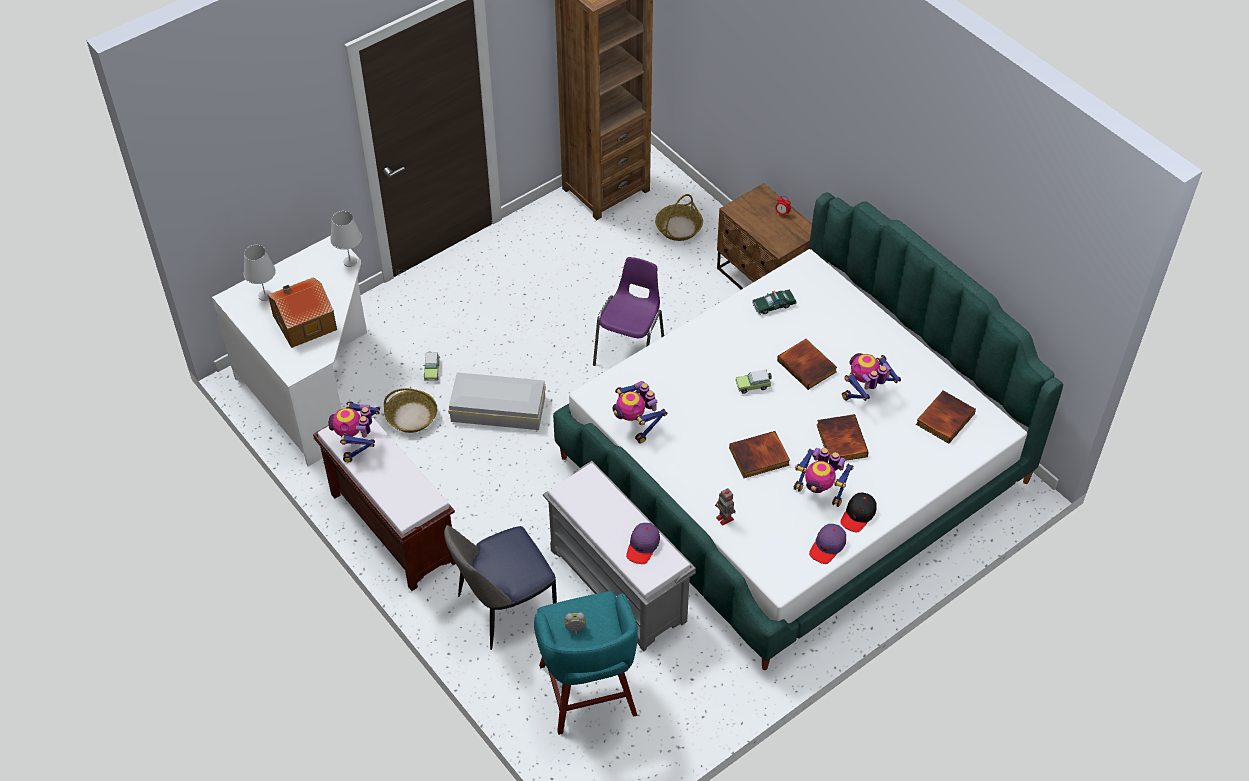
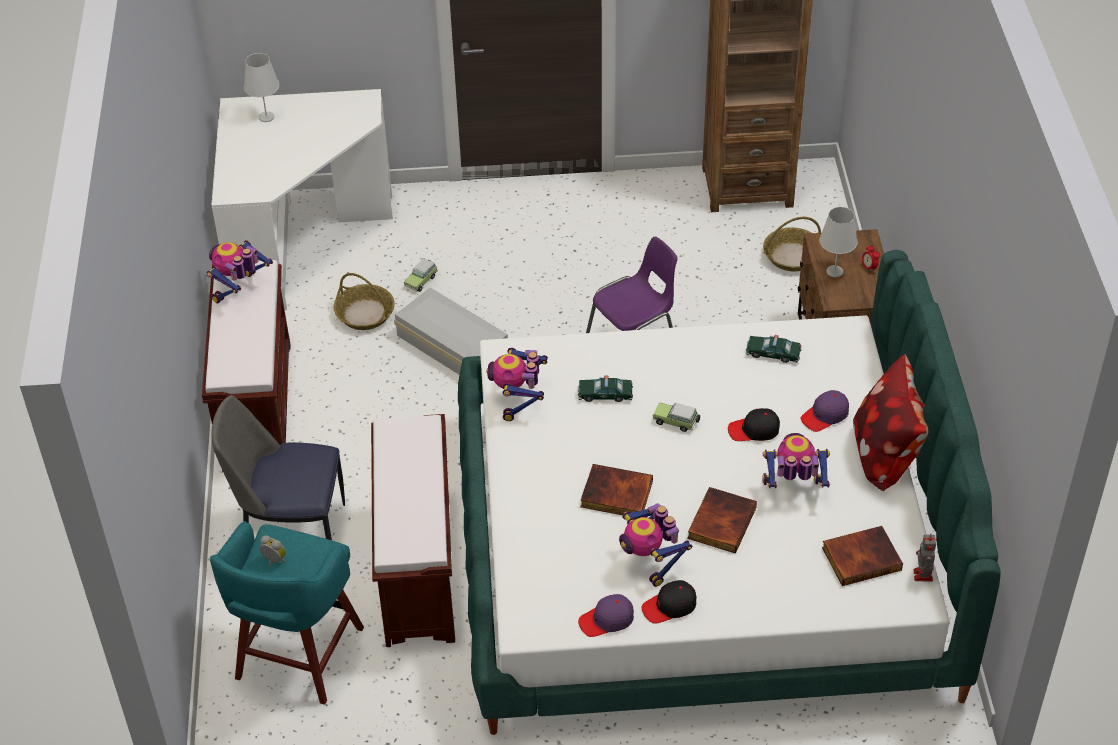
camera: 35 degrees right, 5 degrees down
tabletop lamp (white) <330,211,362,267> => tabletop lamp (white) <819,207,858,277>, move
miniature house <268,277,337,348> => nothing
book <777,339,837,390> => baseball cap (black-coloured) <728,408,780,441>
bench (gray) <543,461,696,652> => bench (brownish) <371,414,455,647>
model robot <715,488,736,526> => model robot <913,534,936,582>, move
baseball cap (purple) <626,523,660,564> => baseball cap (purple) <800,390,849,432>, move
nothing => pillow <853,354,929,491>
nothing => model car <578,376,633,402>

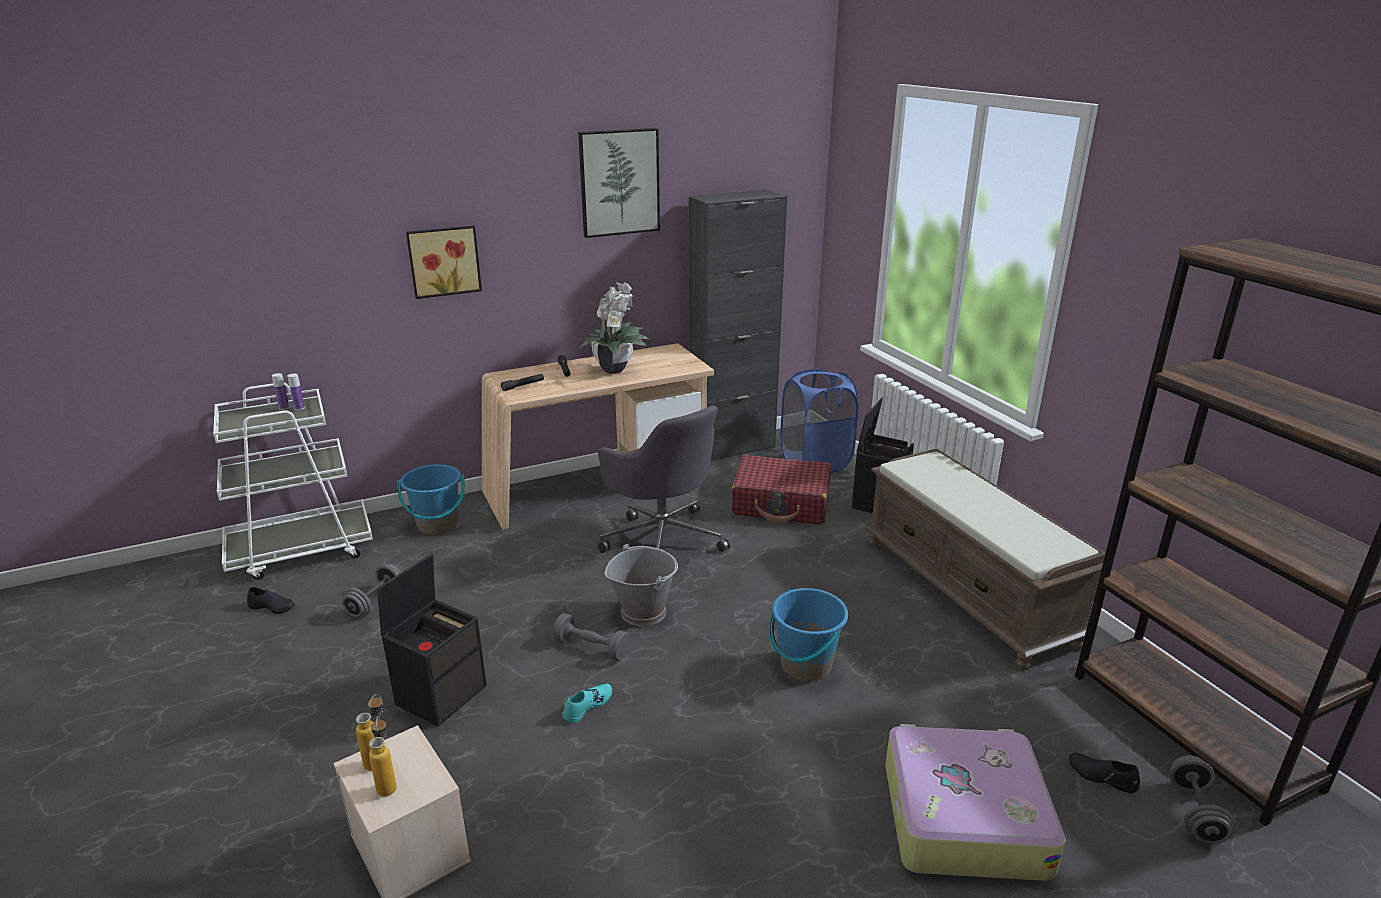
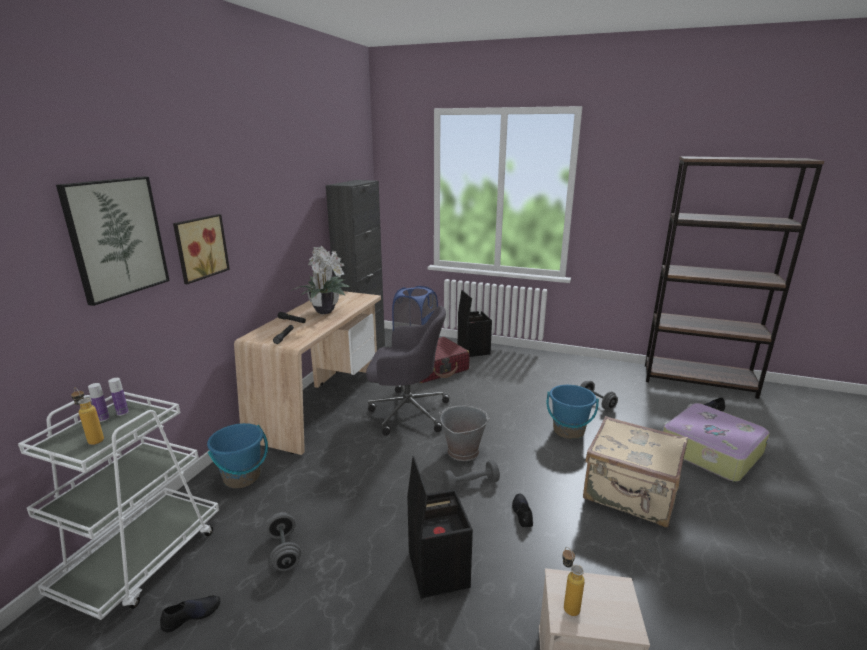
camera: 45 degrees left, 5 degrees down
picture <578,128,660,238> => picture <56,176,170,306>, move
bench (brownish) <865,449,1105,670> => nothing
shoe (turquoise-coloured) <562,683,612,723> => shoe (black-coloured) <512,493,533,527>
drink bottle <369,716,397,797> => drink bottle <71,387,104,445>, move
free weight (gray) <1169,755,1234,844> => free weight (gray) <580,381,618,410>, move
nothing => piece of luggage (sand-coloured) <583,416,688,527>

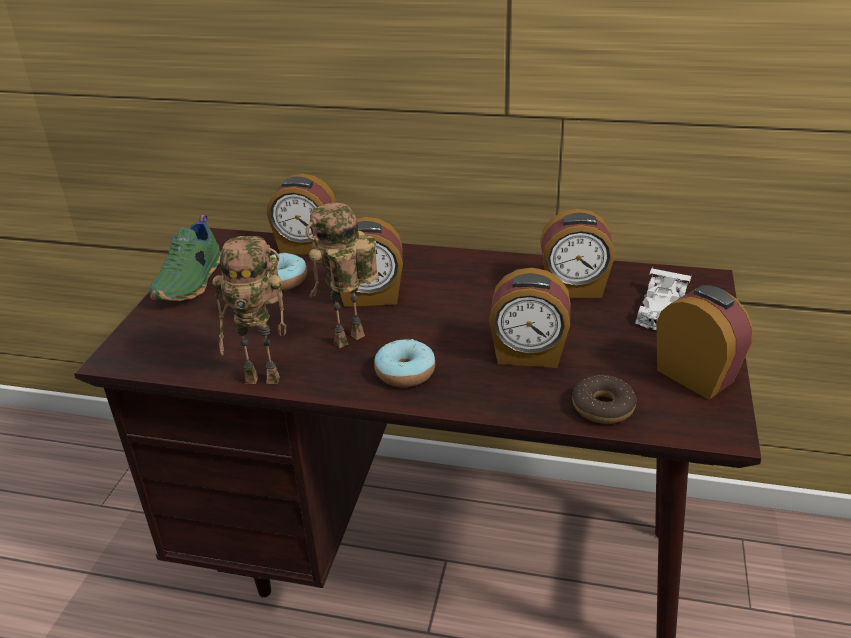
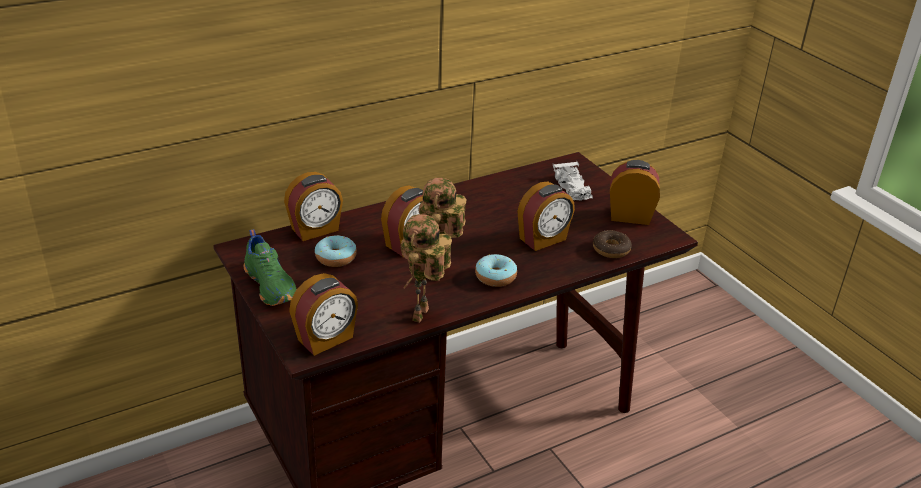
camera: 45 degrees left, 0 degrees up
bedside clock <540,209,615,298> => bedside clock <289,273,358,356>, move
model robot <212,236,286,384> => model robot <401,214,452,323>, 150 degrees clockwise

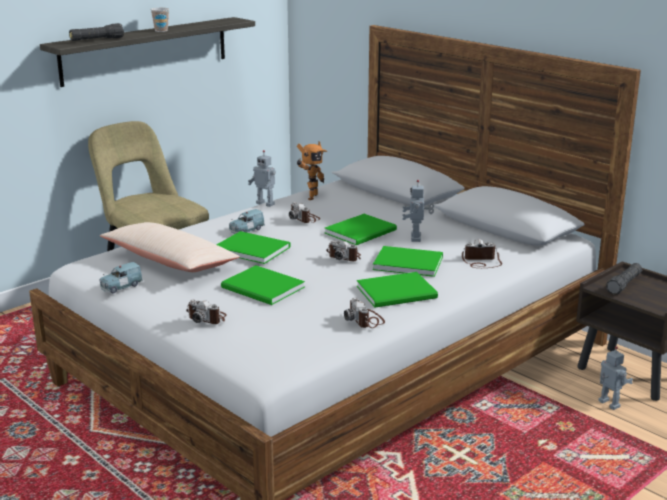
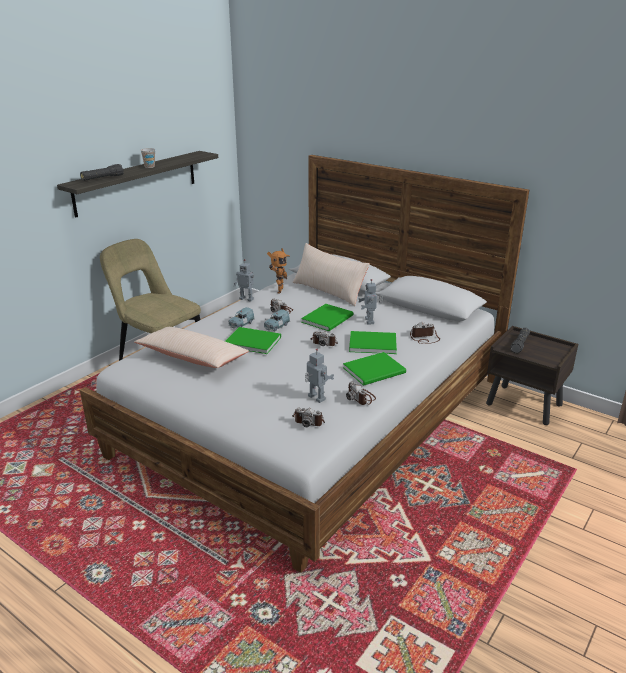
camera: 10 degrees left, 5 degrees up
model car (blue-coloured) <99,262,143,293> => model car (blue-coloured) <264,309,290,331>, move
book (greenish) <221,265,305,305> => nothing
photo camera <186,300,227,324> => photo camera <292,407,325,427>, move
model robot <598,346,633,410> => model robot <305,348,334,403>, move
nothing => pillow (sand-coloured) <292,243,370,306>

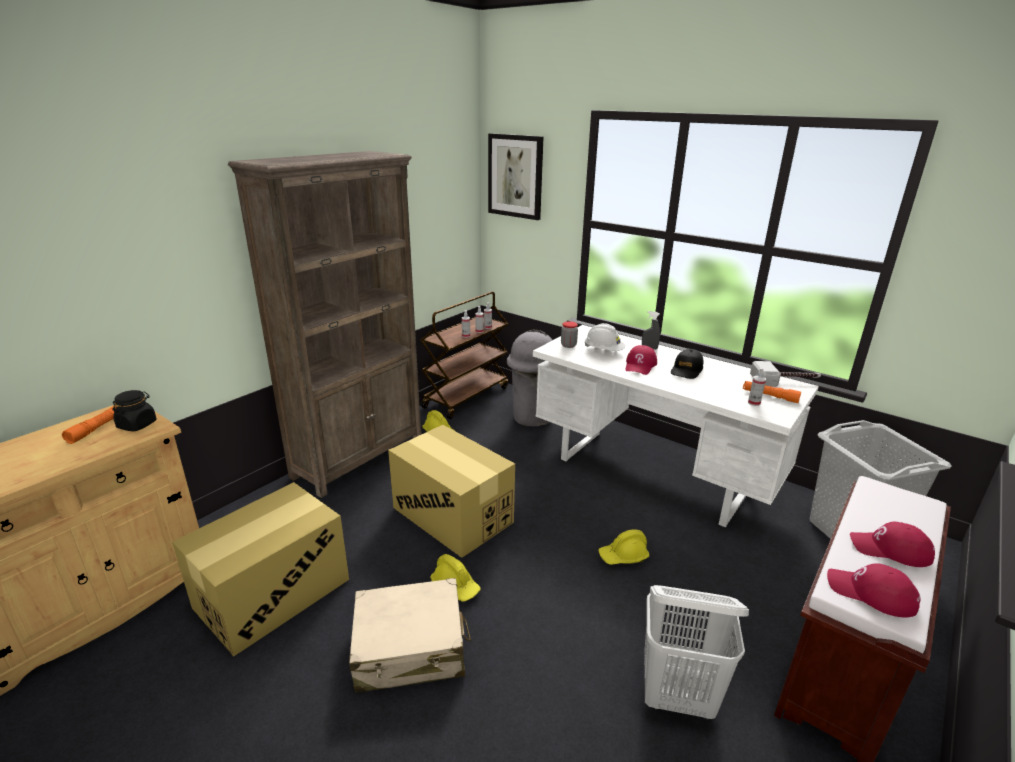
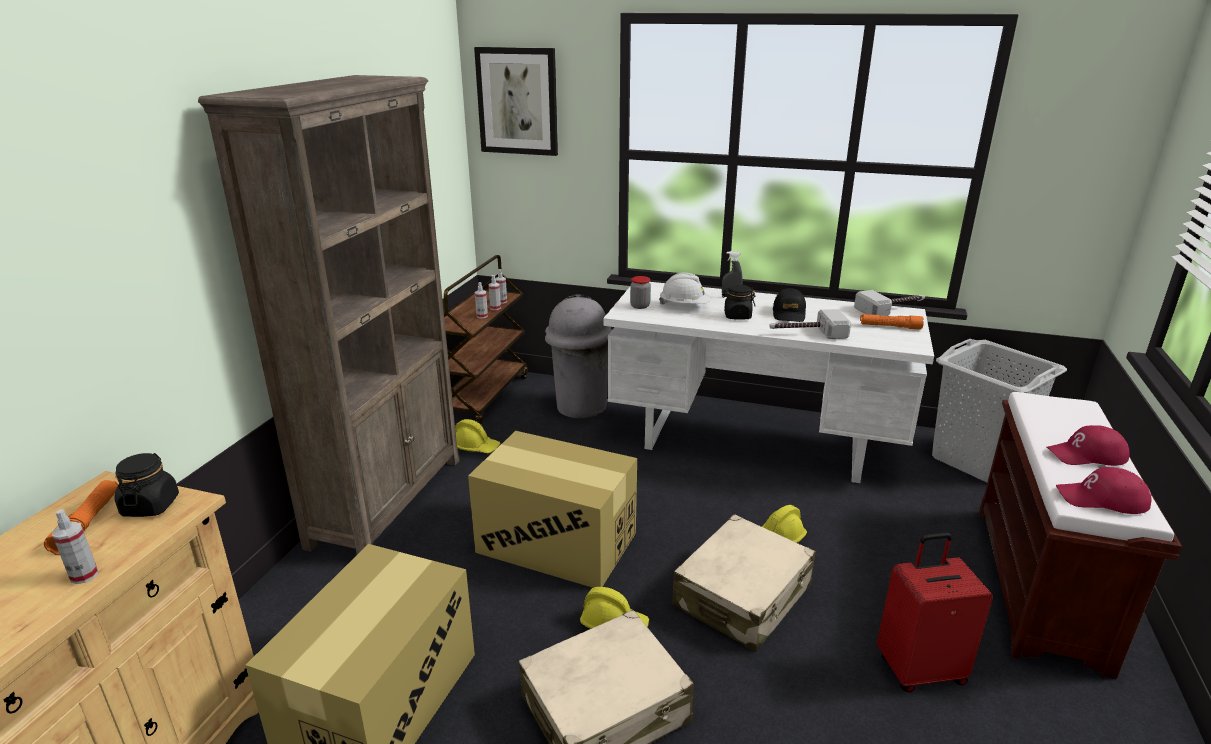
camera: 20 degrees left, 0 degrees up
baseball cap (red) <626,345,657,375> => storage jar (black-coloured) <722,284,756,320>
hand sprayer <748,368,766,406> => hand sprayer <52,509,98,584>, move
washing basket (white) <644,585,749,719> => piece of luggage (red) <877,533,993,692>
nothing => hand hammer <769,309,851,339>
nothing => piece of luggage (sand-coloured) <672,514,816,652>

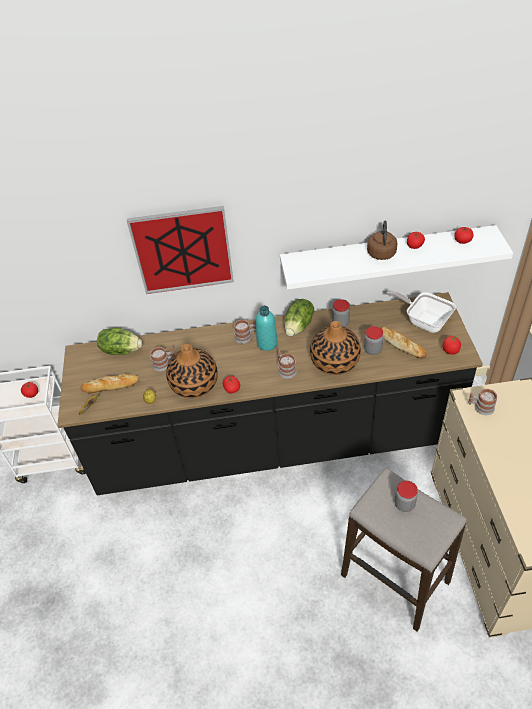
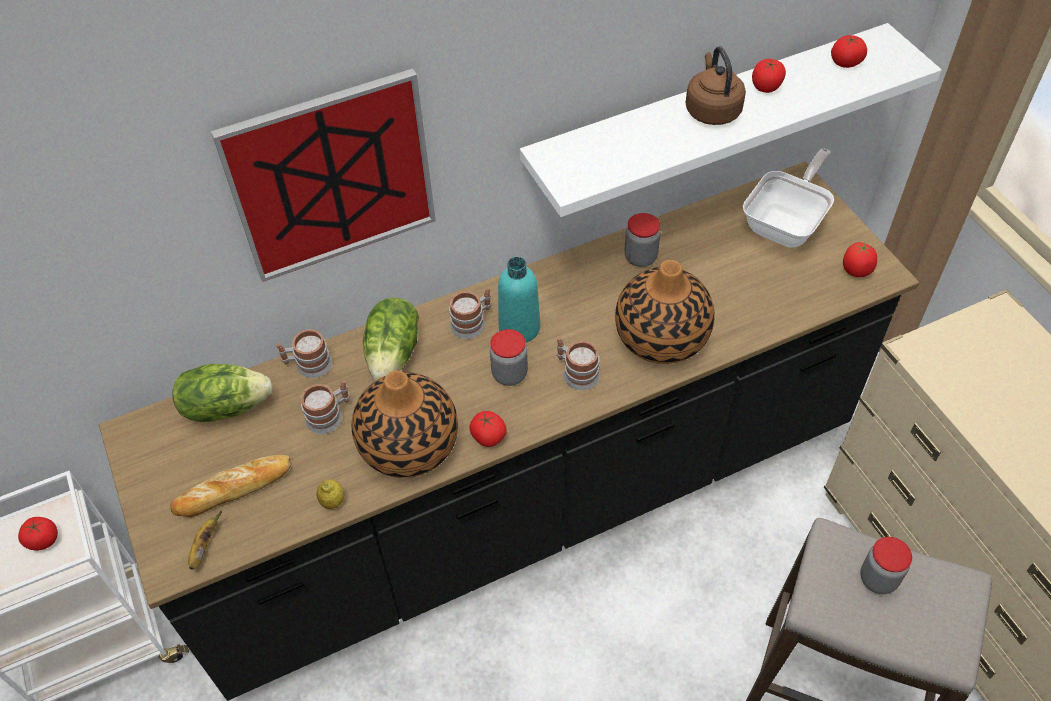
camera: 20 degrees left, 5 degrees up
skillet <387,290,456,333> => skillet <743,149,834,248>, 105 degrees clockwise
lettuce <284,299,314,336> => lettuce <363,298,419,381>, move
storage jar <364,326,384,355> => storage jar <490,329,528,386>, move
bread <381,327,427,358> => nothing
mug <468,389,497,415> => mug <276,330,332,378>, move

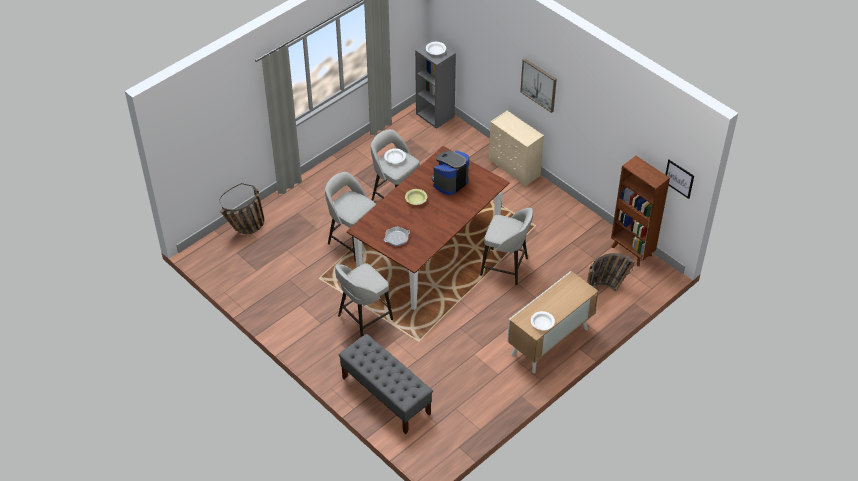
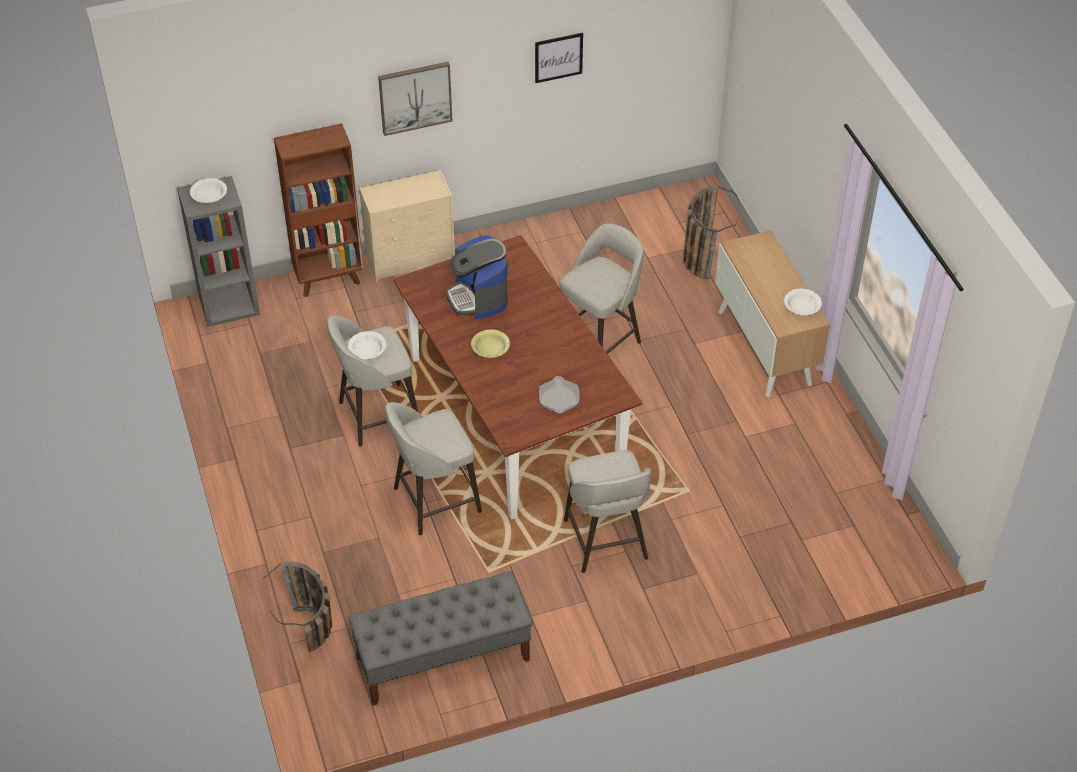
camera: 65 degrees left, 0 degrees up
bookshelf (brownish) <611,156,670,266> => bookshelf (brownish) <274,123,364,297>, move
picture <665,160,694,199> => picture <535,33,583,83>, move
bench (gray) <339,334,433,434> => bench (gray) <348,571,533,705>, move

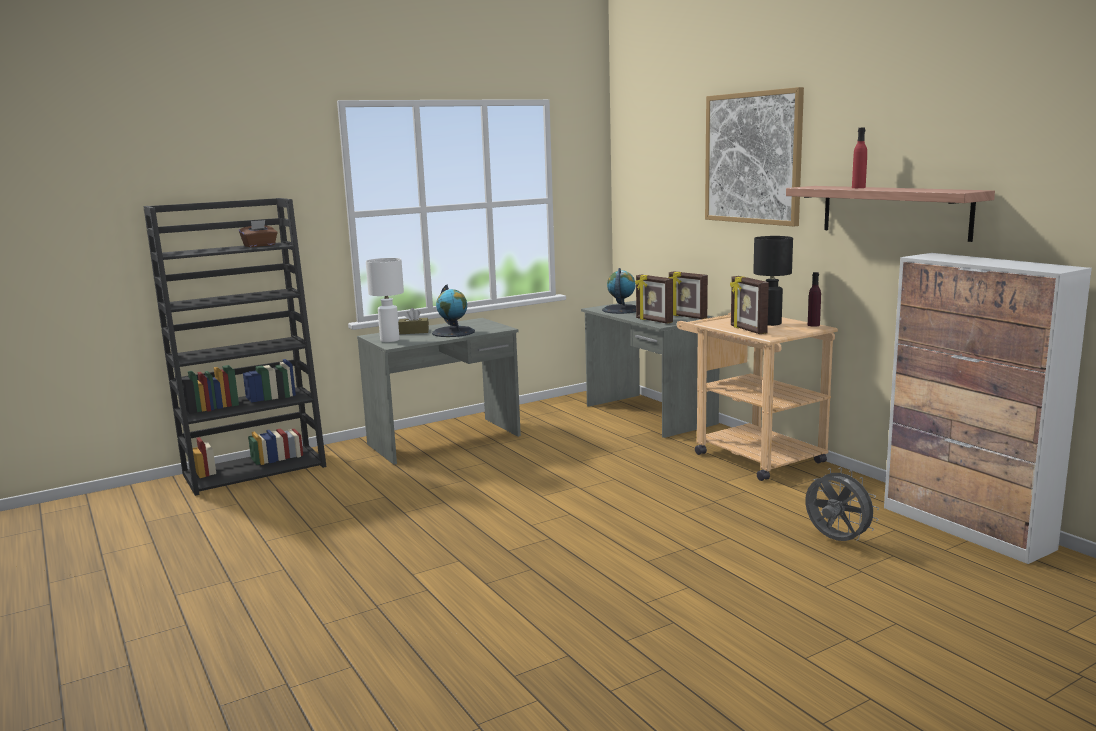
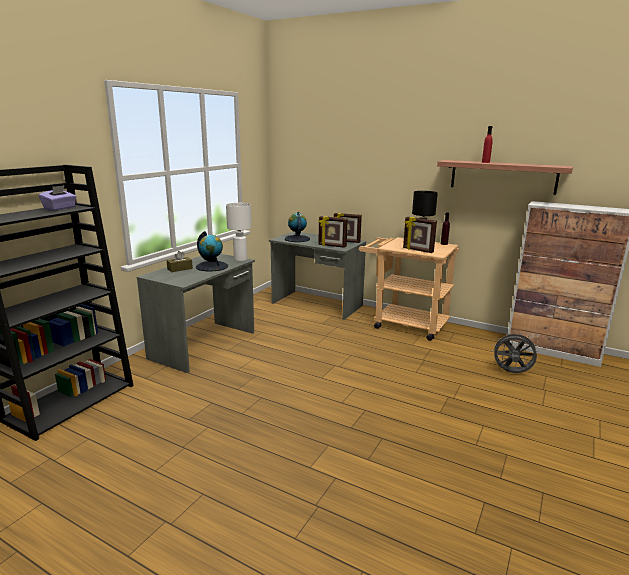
camera: 30 degrees left, 5 degrees up
picture <705,87,804,226> => nothing
tissue holder (brownish) <239,220,278,247> => tissue holder (purple) <39,185,77,211>
tabletop lamp (white) <366,258,404,342> => tabletop lamp (white) <226,203,252,261>, move

